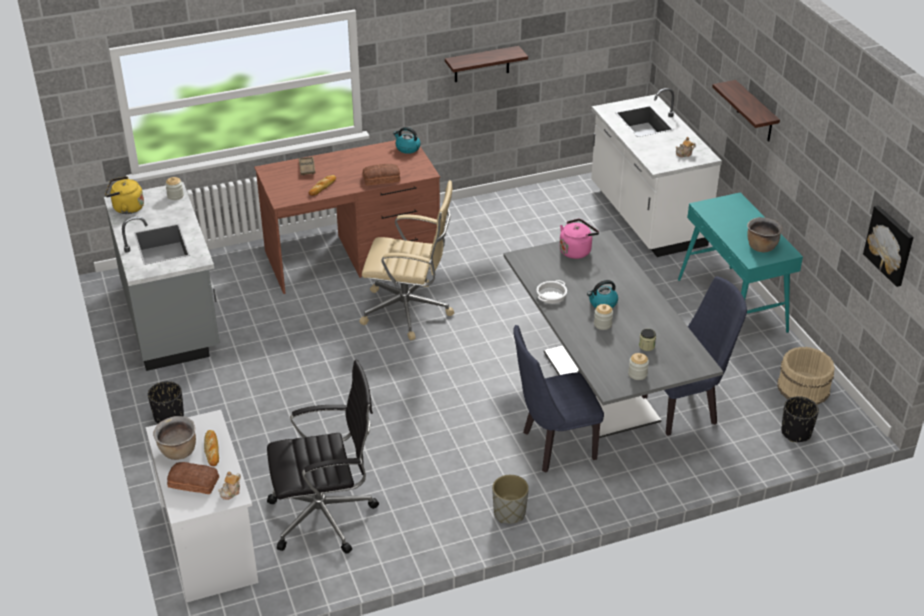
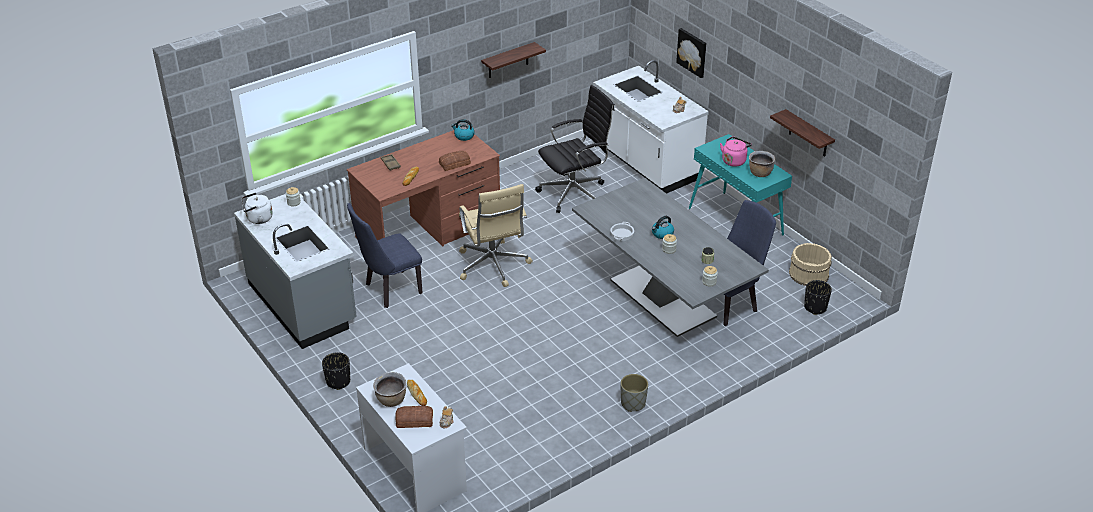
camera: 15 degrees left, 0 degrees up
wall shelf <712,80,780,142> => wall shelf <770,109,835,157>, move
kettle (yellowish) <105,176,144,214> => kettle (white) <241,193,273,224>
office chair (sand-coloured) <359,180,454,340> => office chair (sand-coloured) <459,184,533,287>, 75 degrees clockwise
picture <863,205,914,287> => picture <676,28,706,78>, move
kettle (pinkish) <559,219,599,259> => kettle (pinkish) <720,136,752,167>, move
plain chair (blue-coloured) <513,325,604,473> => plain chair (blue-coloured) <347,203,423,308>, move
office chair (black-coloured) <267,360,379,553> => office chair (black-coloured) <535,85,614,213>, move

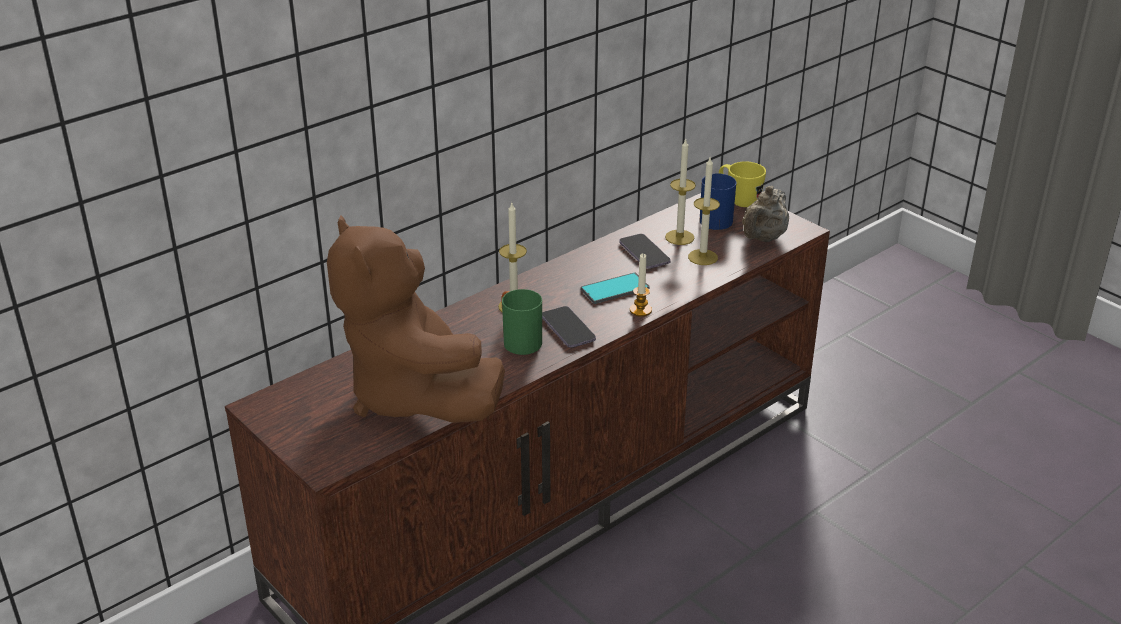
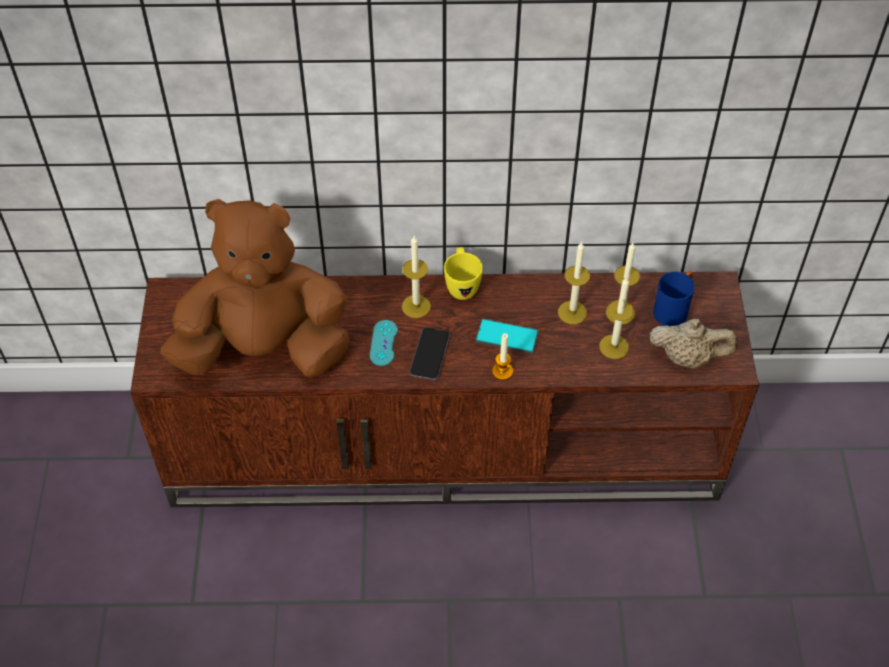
camera: 40 degrees right, 20 degrees up
mug (yellowish) <719,162,766,207> => mug (yellowish) <444,247,483,300>, move
pot for tea (sand-coloured) <742,186,789,242> => pot for tea (sand-coloured) <650,319,738,369>, 150 degrees counterclockwise
plush toy (brownish) <327,215,505,423> => plush toy (brownish) <161,199,351,378>, 75 degrees clockwise
telephone <619,234,671,269> => candle <558,242,590,324>
mug (greenish) <502,289,542,355> => joypad (turquoise-coloured) <370,320,398,366>

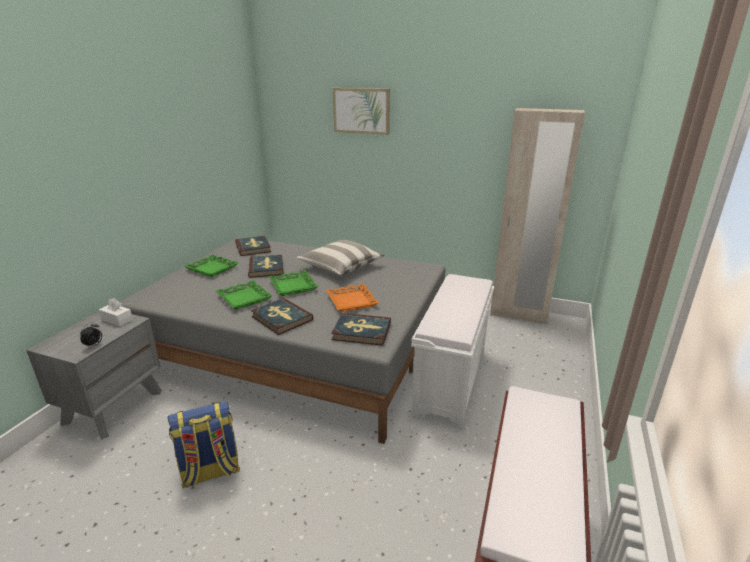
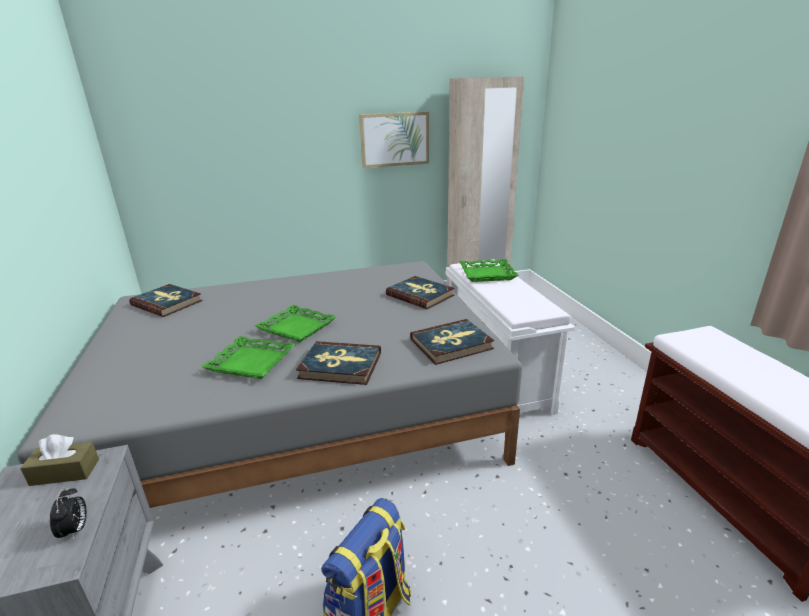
camera: 35 degrees left, 0 degrees up
picture <333,88,390,135> => picture <359,112,429,168>, move
pillow <296,240,385,275> => nothing
tray (greenish) <184,254,239,277> => tray (greenish) <459,259,519,282>, move
book <248,255,284,278> => book <386,276,455,309>, move
tray (orange) <326,284,379,312> => nothing
tissue holder (white) <99,298,133,326> => tissue holder (brownish) <20,434,99,486>

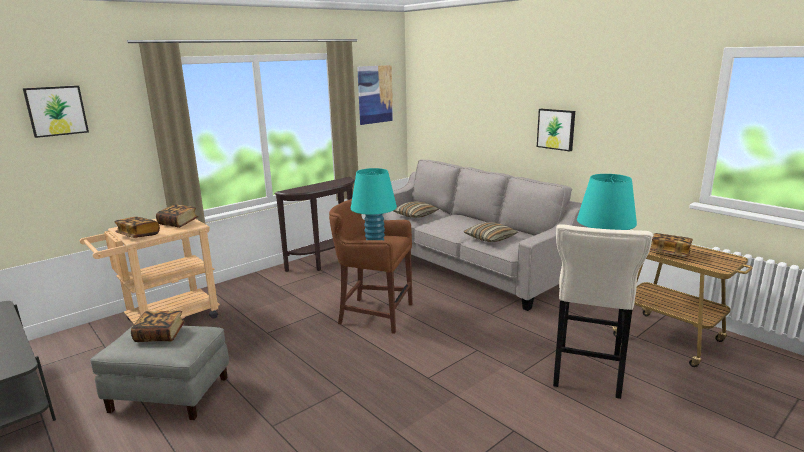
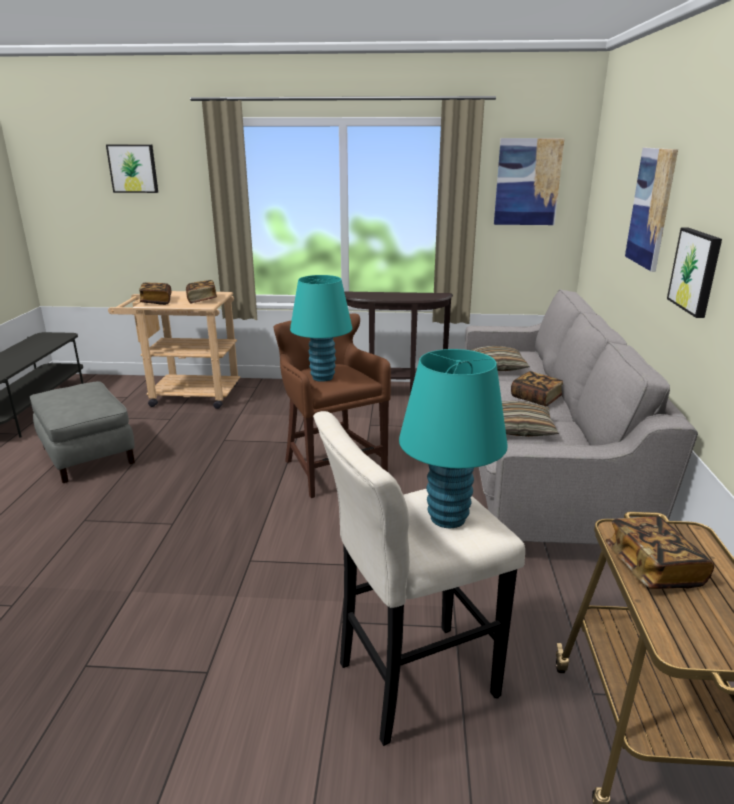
camera: 45 degrees right, 5 degrees up
book <131,311,185,342> => book <511,371,563,406>, move
nothing => picture <625,148,678,272>

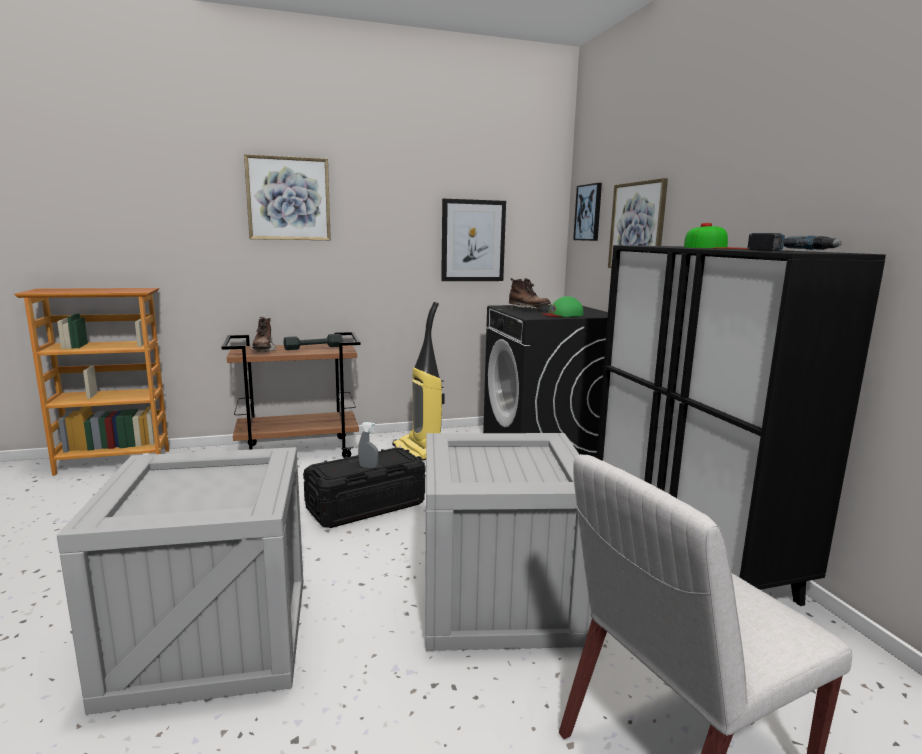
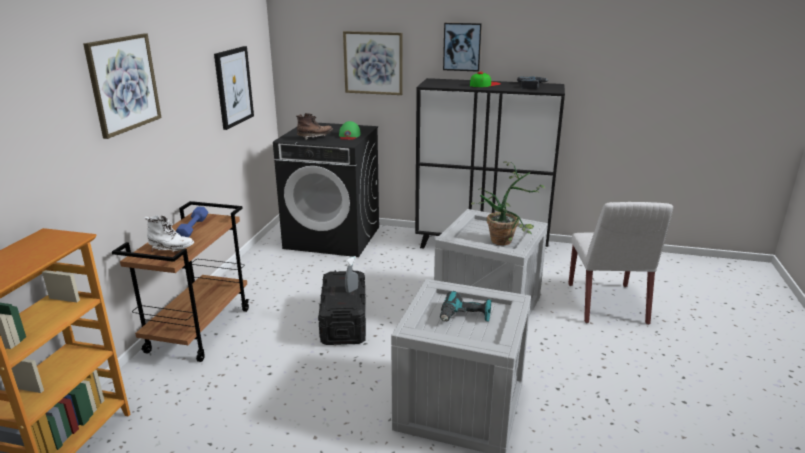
camera: 60 degrees left, 10 degrees up
picture <573,183,602,241> => picture <443,23,482,72>, move
hoover <392,302,445,461> => nothing
boot (brownish) <250,317,276,352> => boot (white) <145,215,194,252>
free weight (gray) <284,334,343,350> => free weight (blue-coloured) <176,207,208,237>
nothing => potted plant <471,161,545,245>
nothing => drill <440,291,492,322>

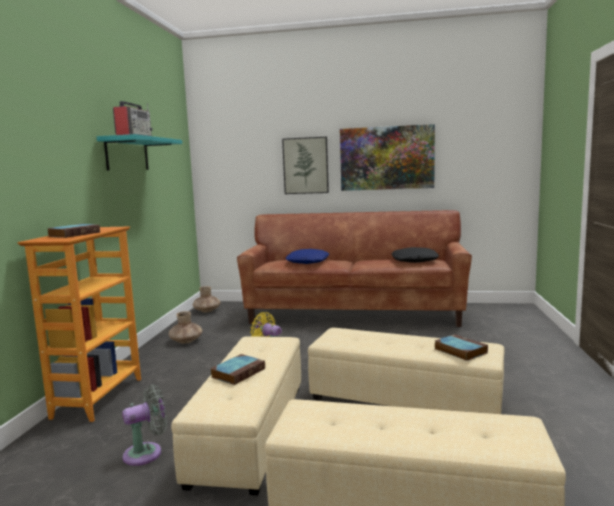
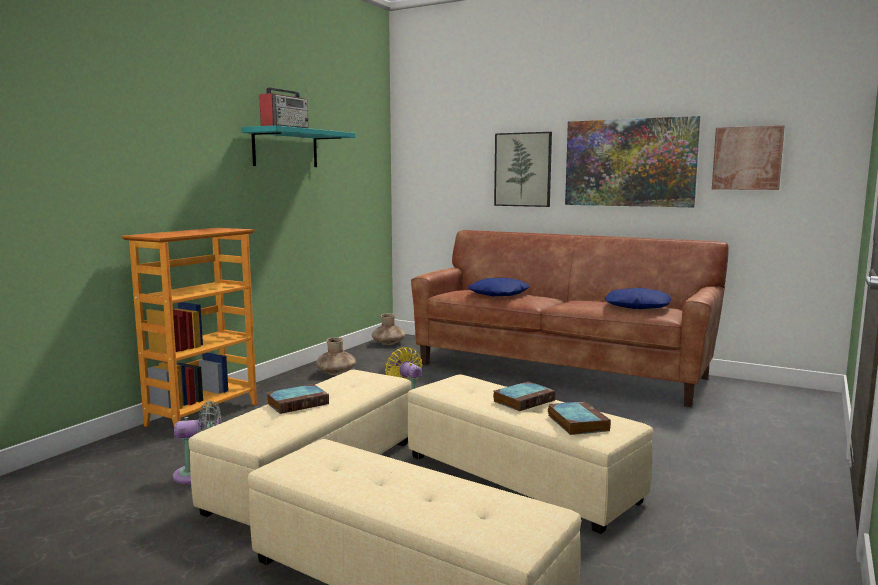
camera: 20 degrees right, 0 degrees up
book <48,224,100,238> => book <493,381,556,411>, move
pillow (black-coloured) <391,247,439,263> => pillow (blue-coloured) <605,288,672,309>
nothing => picture <712,126,785,190>

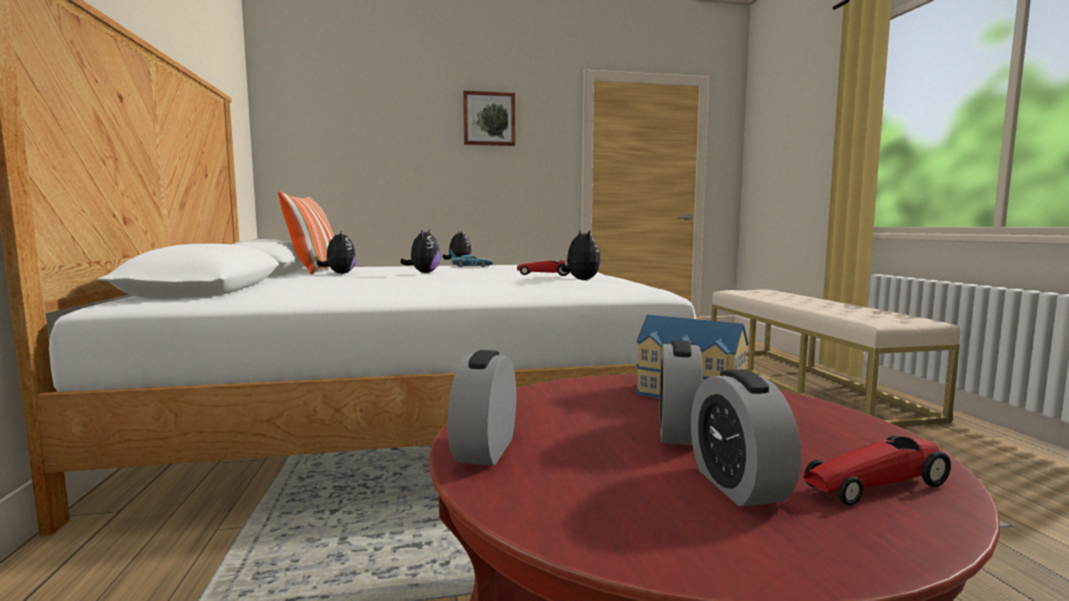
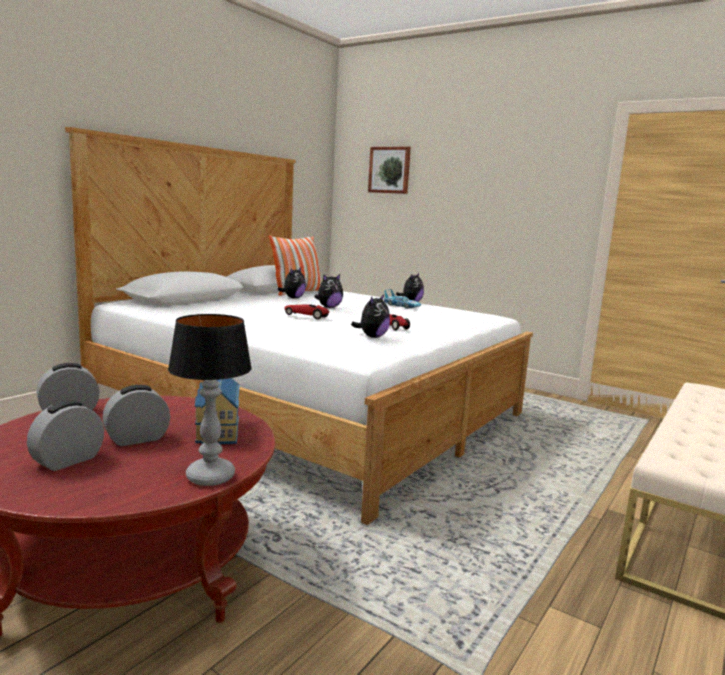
camera: 45 degrees right, 5 degrees up
picture <463,91,515,146> => picture <368,146,411,194>, move
model car <803,436,951,505> => model car <284,305,329,320>, move
nothing => tabletop lamp <168,314,252,486>

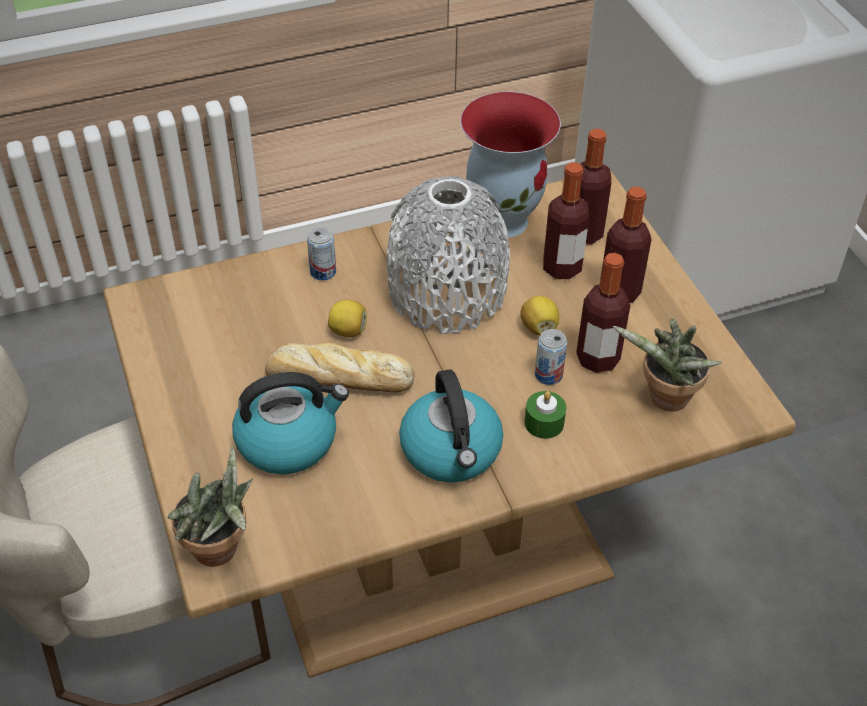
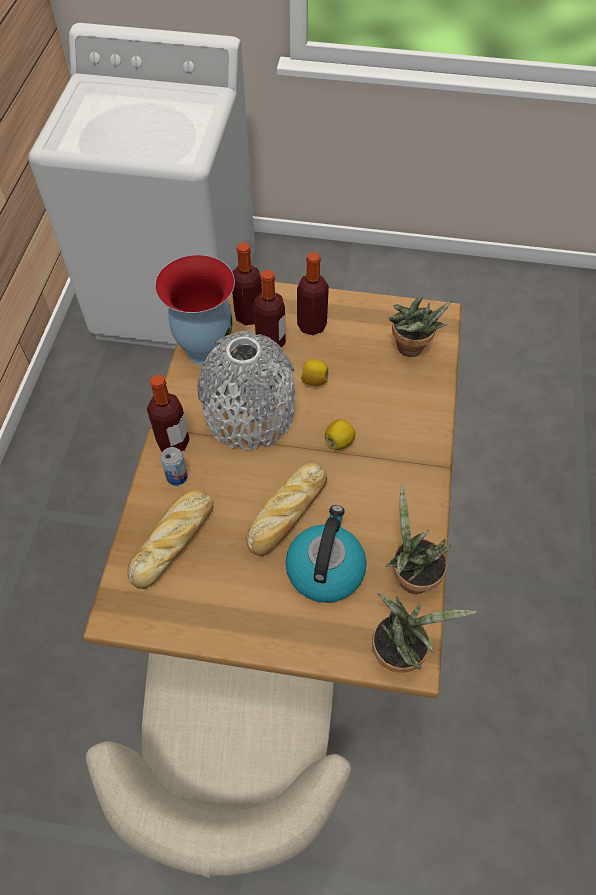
camera: 60 degrees left, 10 degrees up
drink bottle <576,253,630,373> => drink bottle <147,374,190,452>, move
citrus fruit <328,300,367,337> => citrus fruit <325,419,356,450>, move
sealed can <535,329,567,385> => nothing
kettle <399,369,503,482> => nothing
candle (greenish) <524,391,566,439> => nothing
nothing => potted plant <385,484,451,594>
nothing => bread <127,489,214,589>

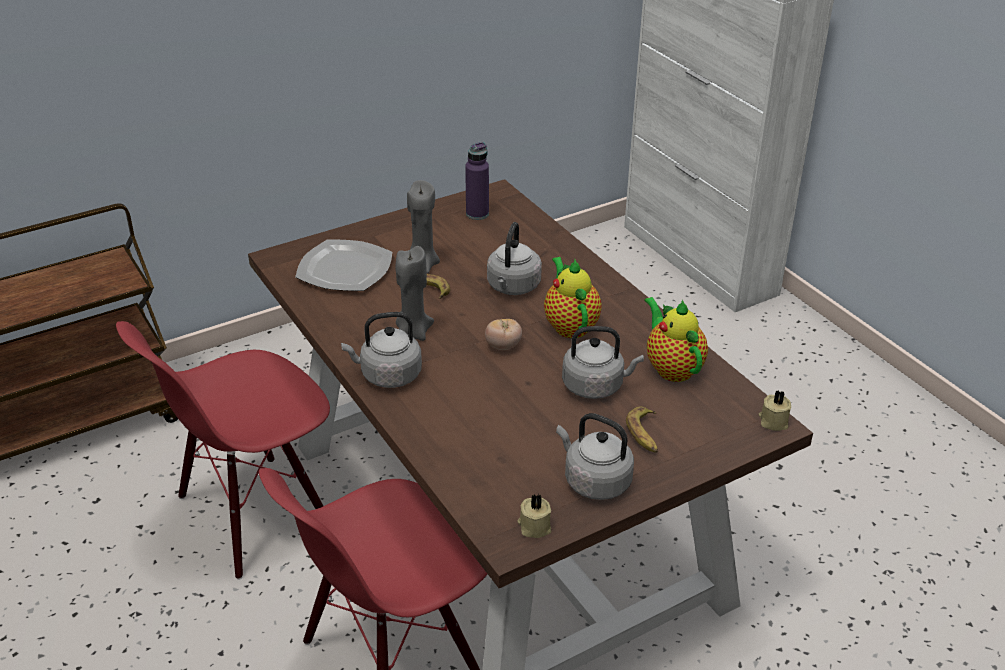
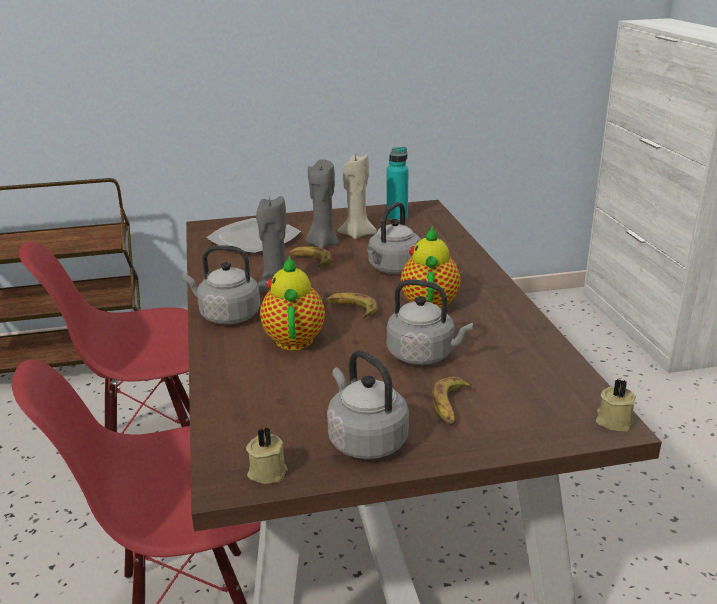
camera: 20 degrees right, 10 degrees down
drink bottle (purple) <465,142,489,220> => drink bottle (turquoise-coloured) <387,147,408,221>
pot for tea <644,297,708,382> => pot for tea <260,255,325,350>, move
tomato <485,319,522,350> => banana fruit <326,293,379,318>
nothing => candle (sand-coloured) <337,153,377,239>

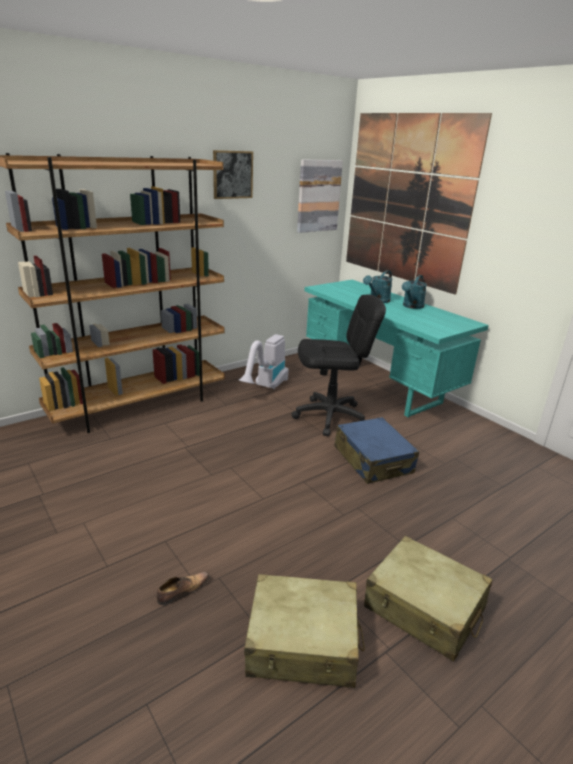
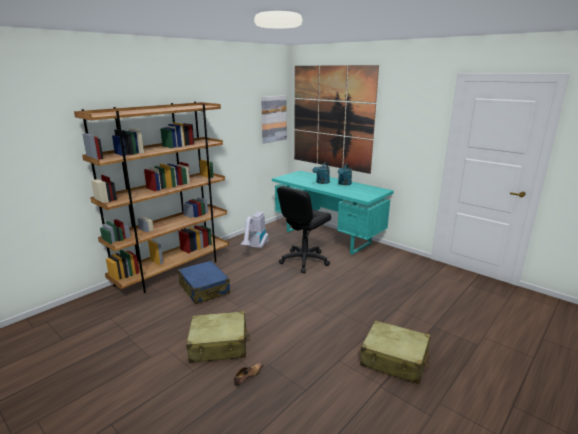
camera: 10 degrees left, 5 degrees down
picture <213,150,253,199> => nothing
office chair (black-coloured) <292,294,386,436> => office chair (black-coloured) <277,186,331,273>, 150 degrees clockwise
piece of luggage (blue-coloured) <334,417,419,484> => piece of luggage (blue-coloured) <178,261,230,304>, move
piece of luggage (sand-coloured) <244,574,365,688> => piece of luggage (sand-coloured) <186,311,250,363>, move

